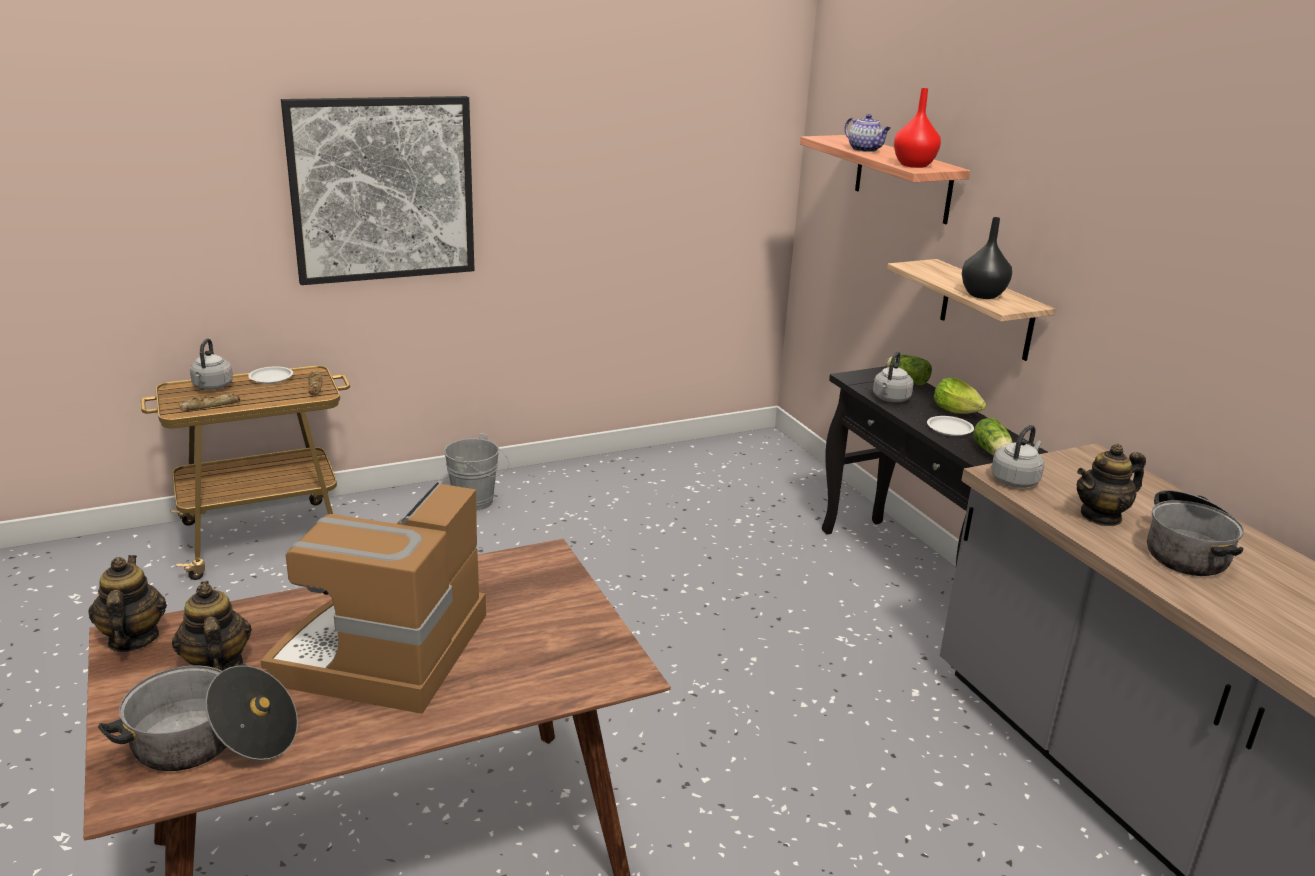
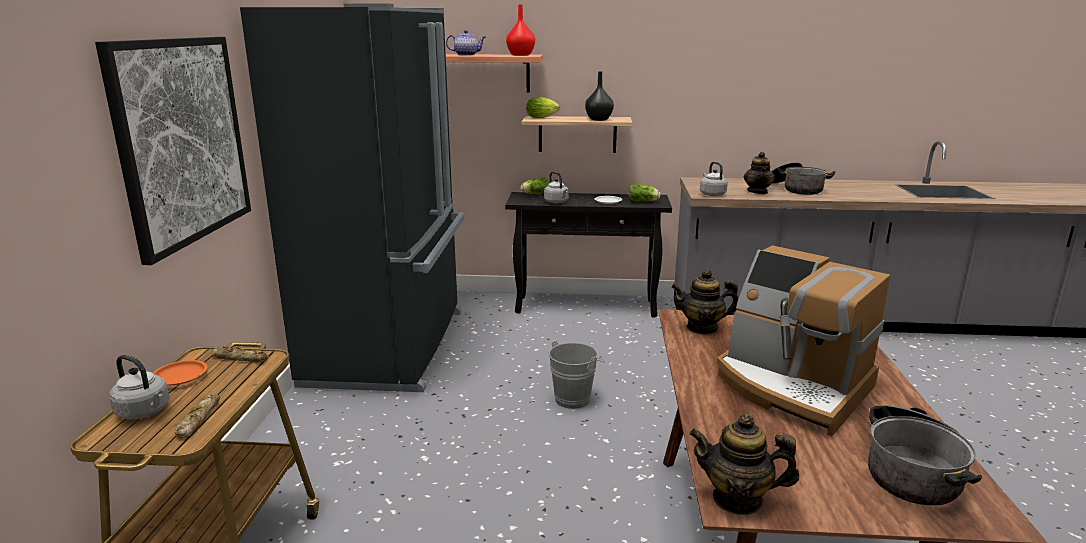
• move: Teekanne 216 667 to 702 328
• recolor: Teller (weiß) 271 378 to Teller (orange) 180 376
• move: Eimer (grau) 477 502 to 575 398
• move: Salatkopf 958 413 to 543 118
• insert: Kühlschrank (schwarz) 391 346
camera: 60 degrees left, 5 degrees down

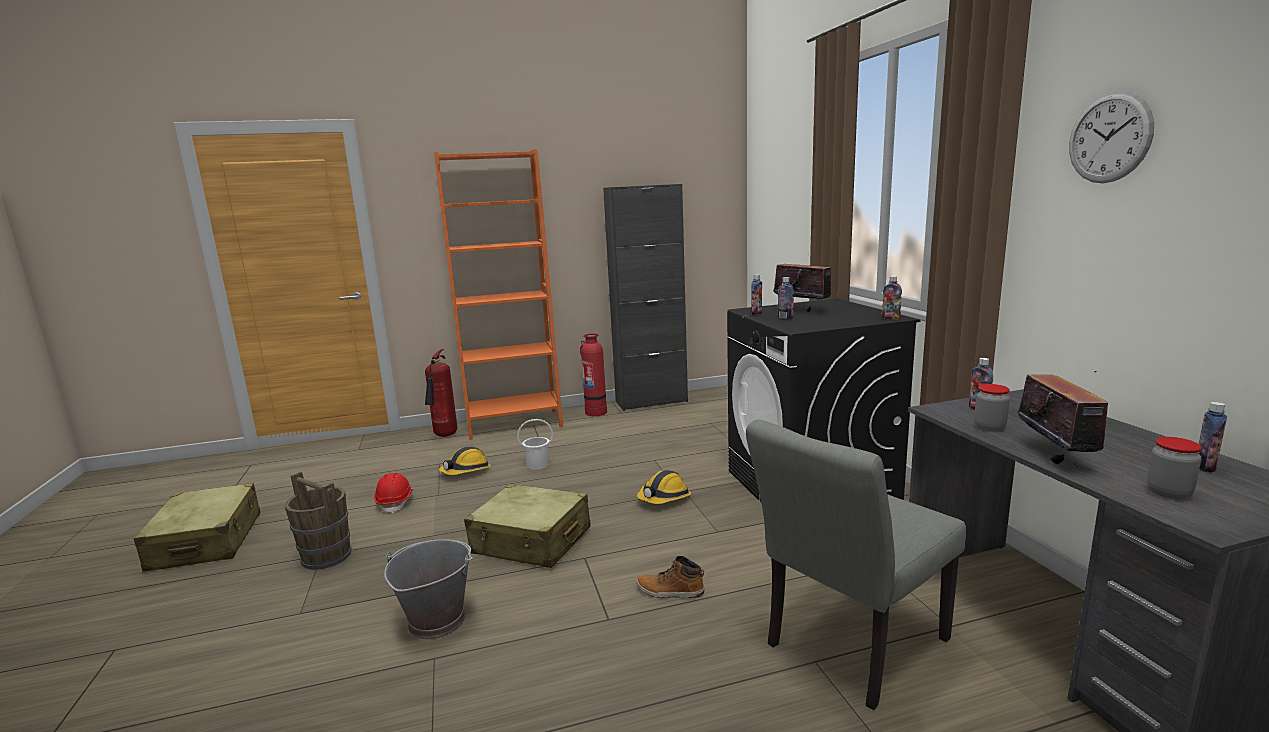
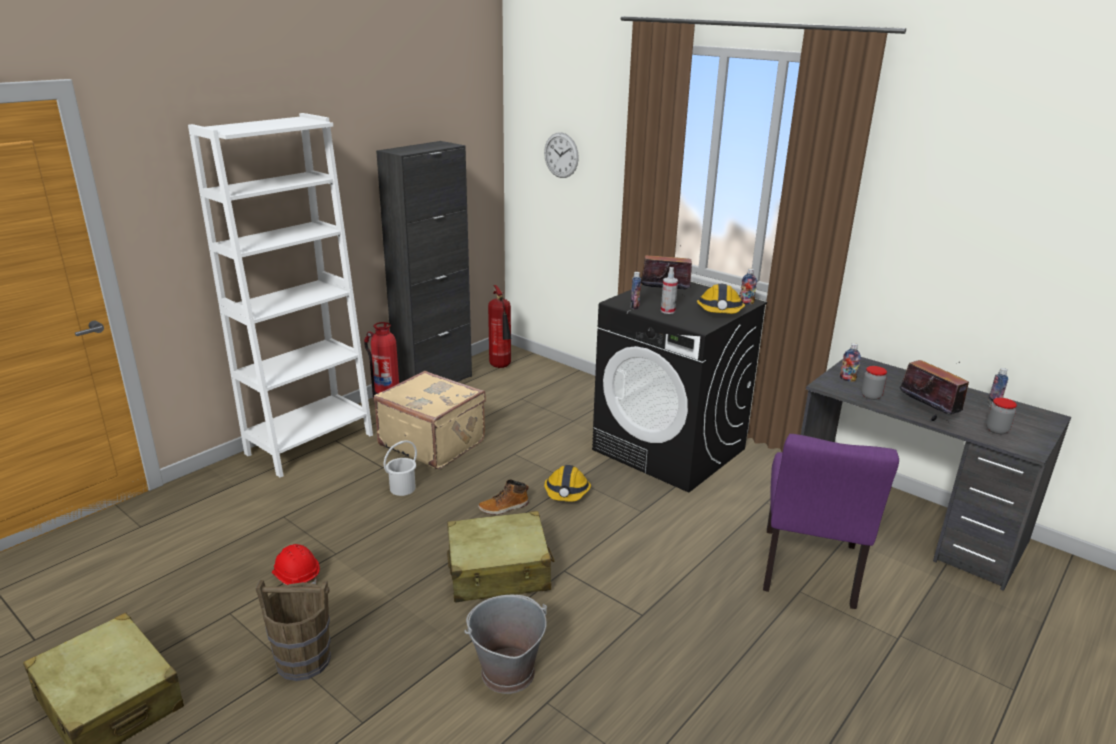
• move: Feuerlöscher 445 436 to 501 367
• recolor: Bücherregal (orange) 514 424 to Bücherregal (weiß) 310 444
• move: Schutzhelm 466 471 to 720 311
• move: Stiefel 670 591 to 504 507
• recolor: Stuhl (grau) 848 648 to Stuhl (lila) 808 574
• replace: Flasche 785 318 to Sprühflasche 667 311
• move: Wanduhr 1109 138 to 561 155
• insert: Koffer (beige) 433 442
camera: 35 degrees left, 10 degrees up

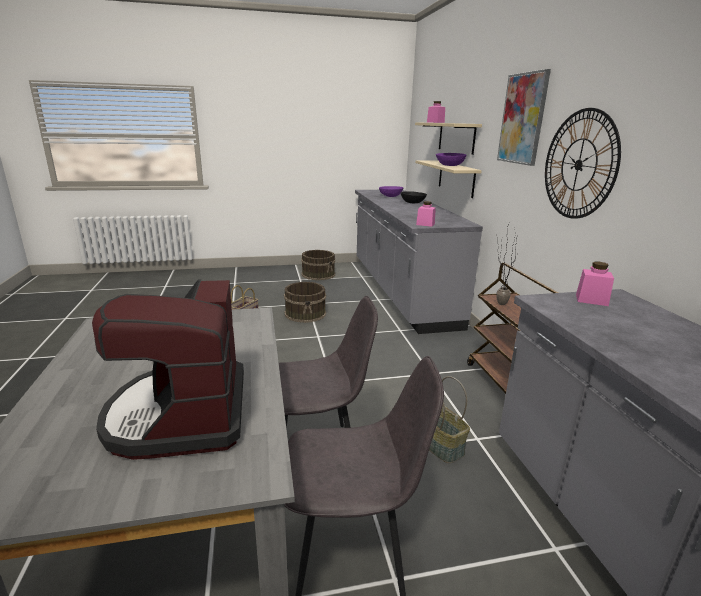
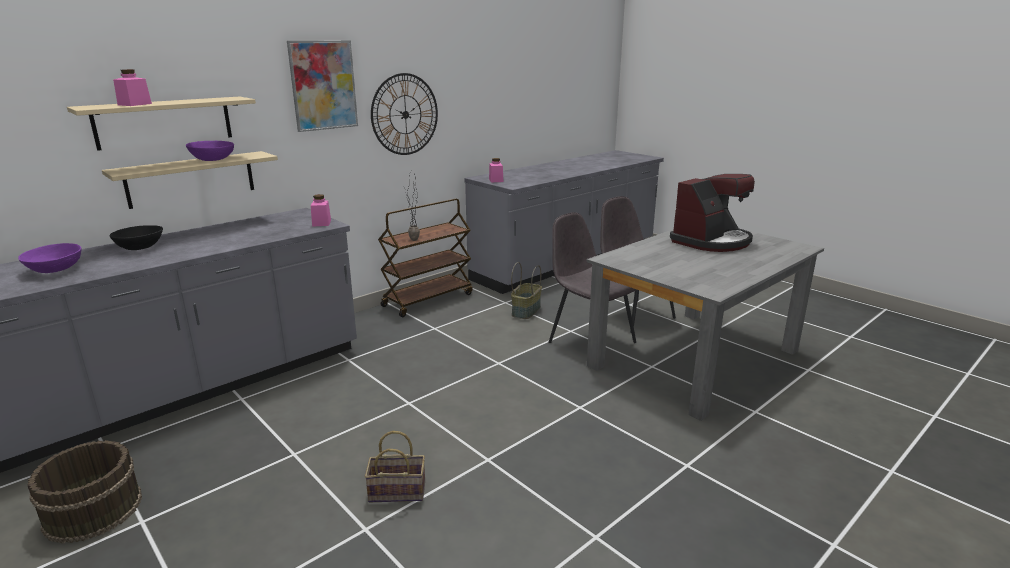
• delete: Eimer (braun) 305 313
camera: 120 degrees left, 0 degrees up

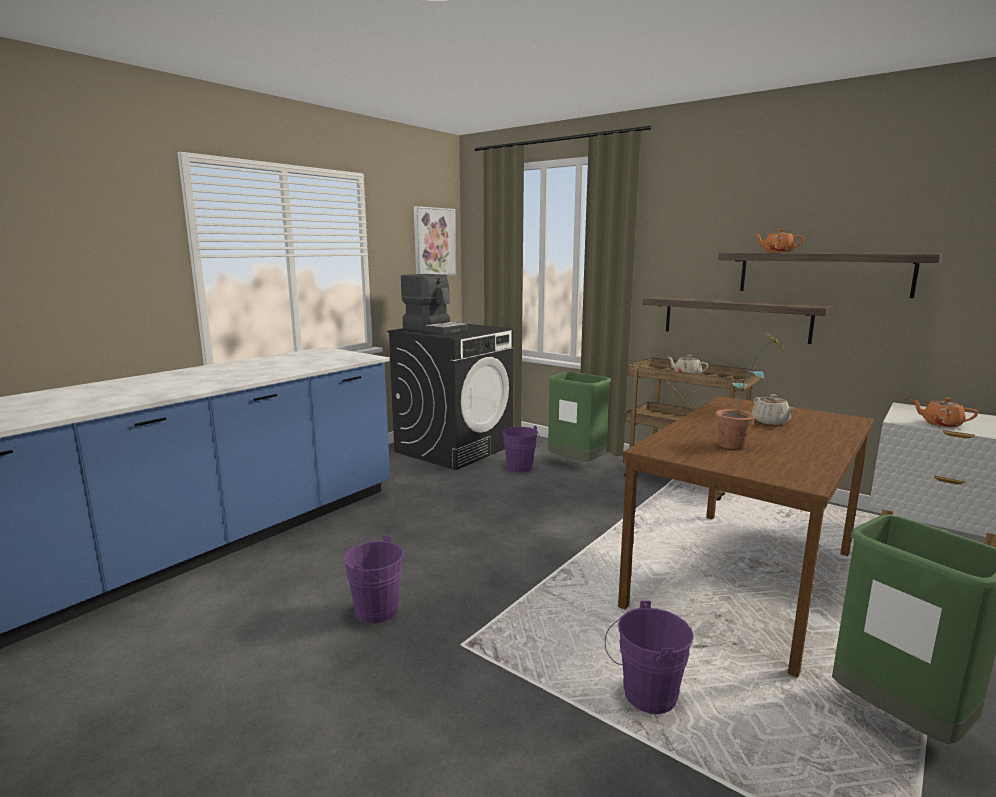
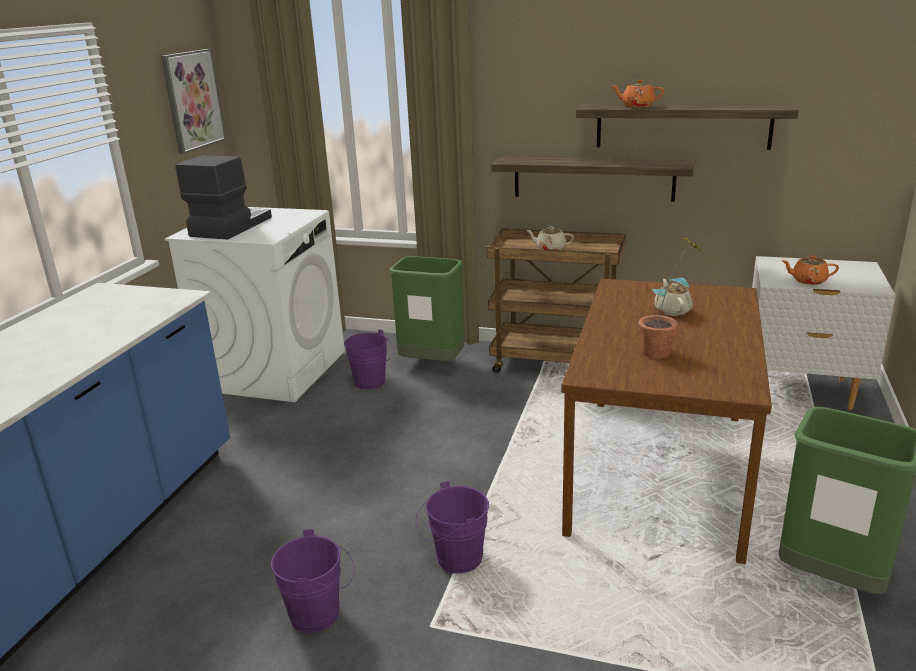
• recolor: Waschmaschine (schwarz) 454 448 to Waschmaschine (weiß) 275 370
• rotate: Kaffeemaschine 435 329 = 229 227 90 degrees counterclockwise
• move: Eimer (lila) 643 696 to 454 560
• rotate: Teekanne (beige) 771 422 = 672 311 150 degrees counterclockwise
camera: 20 degrees left, 10 degrees up

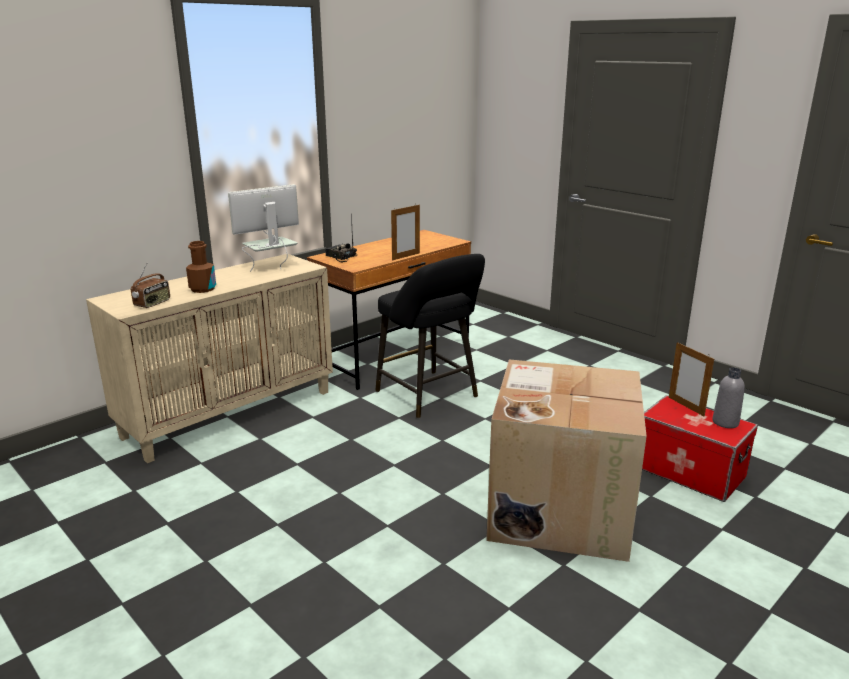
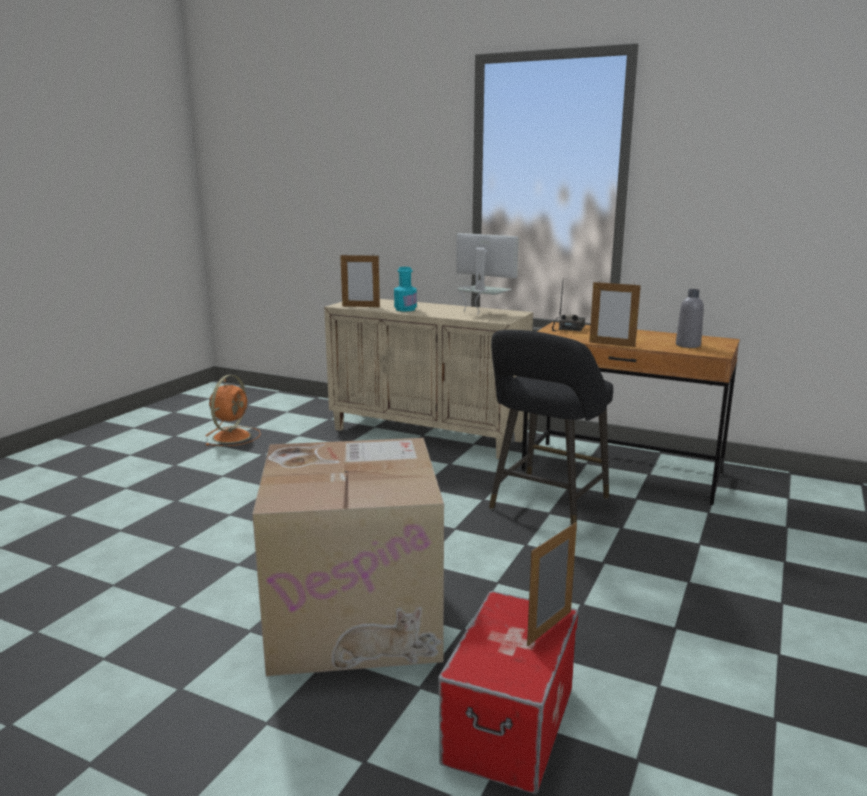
• replace: Radio 153 303 to Bilderrahmen 361 306
• recolor: Flasche (braun) 202 289 to Flasche (türkis) 405 309
• move: Flasche (grau) 725 422 to 688 345
• insert: Ventilator (orange) 233 436
camera: 70 degrees right, 5 degrees down

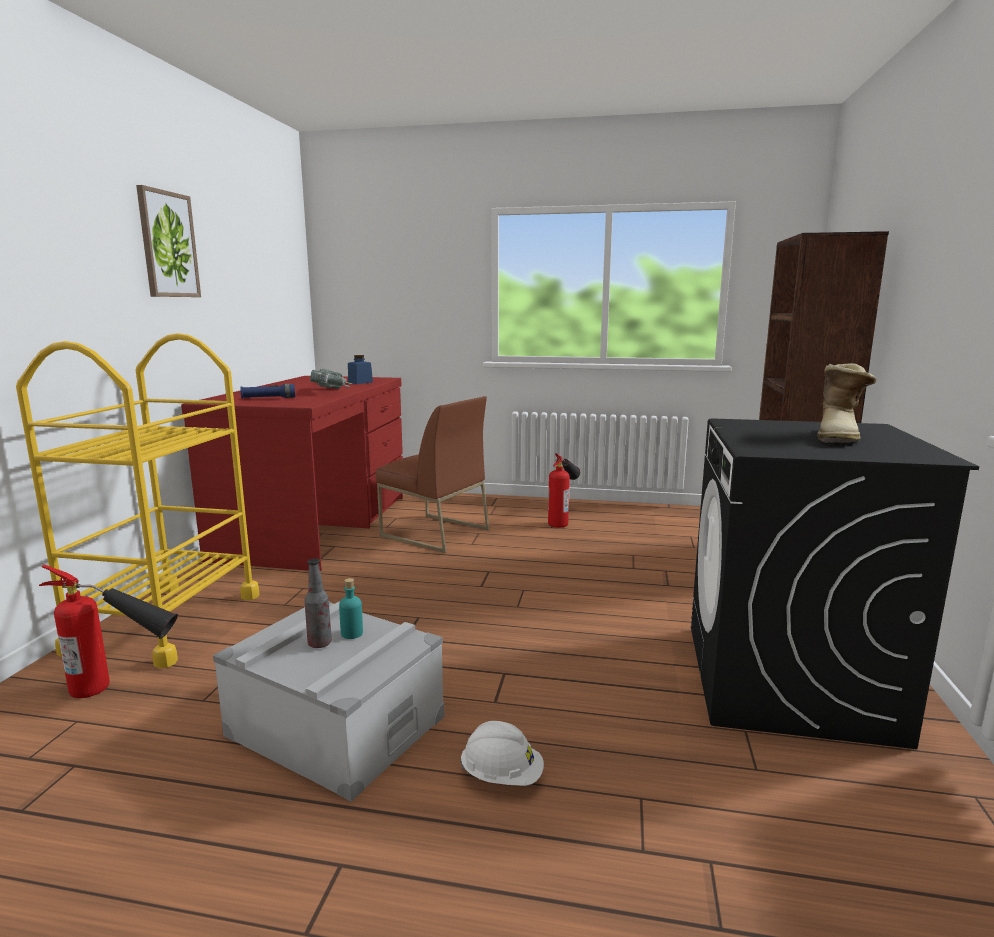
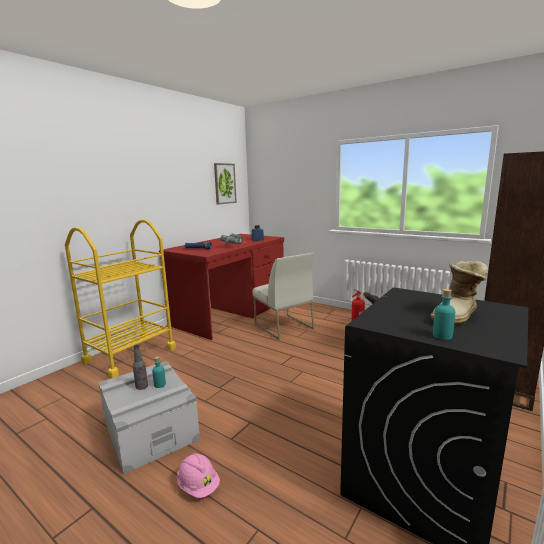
• delete: Feuerlöscher 122 689
• move: Bild 168 245 to 224 183
• recolor: Stuhl (braun) 434 533 to Stuhl (weiß) 283 326
• recolor: Schutzhelm (weiß) 502 776 to Schutzhelm (rosa) 198 486
• insert: Flasche (türkis) 442 336
camera: 25 degrees right, 0 degrees up

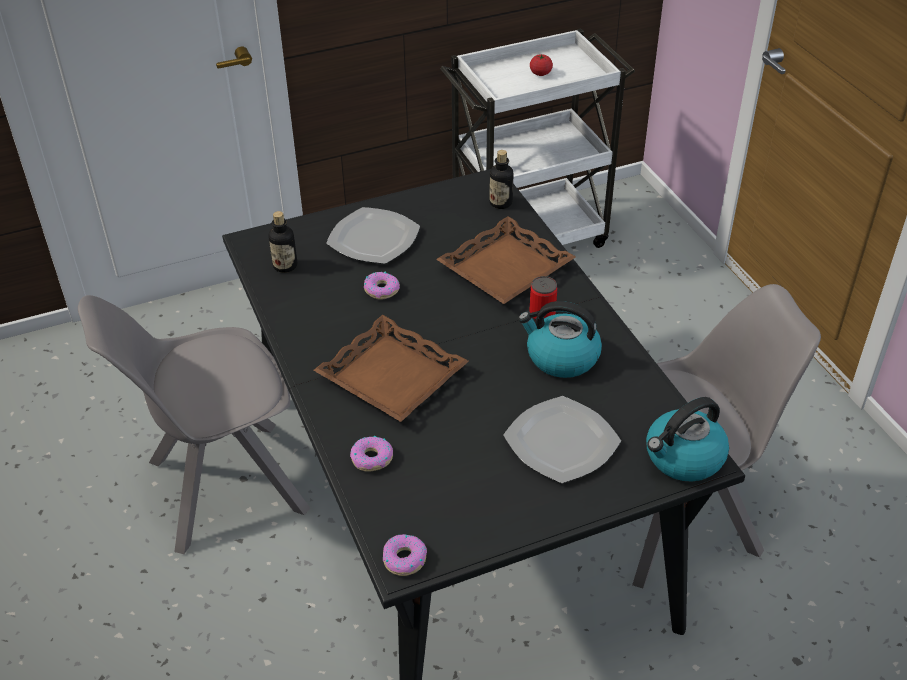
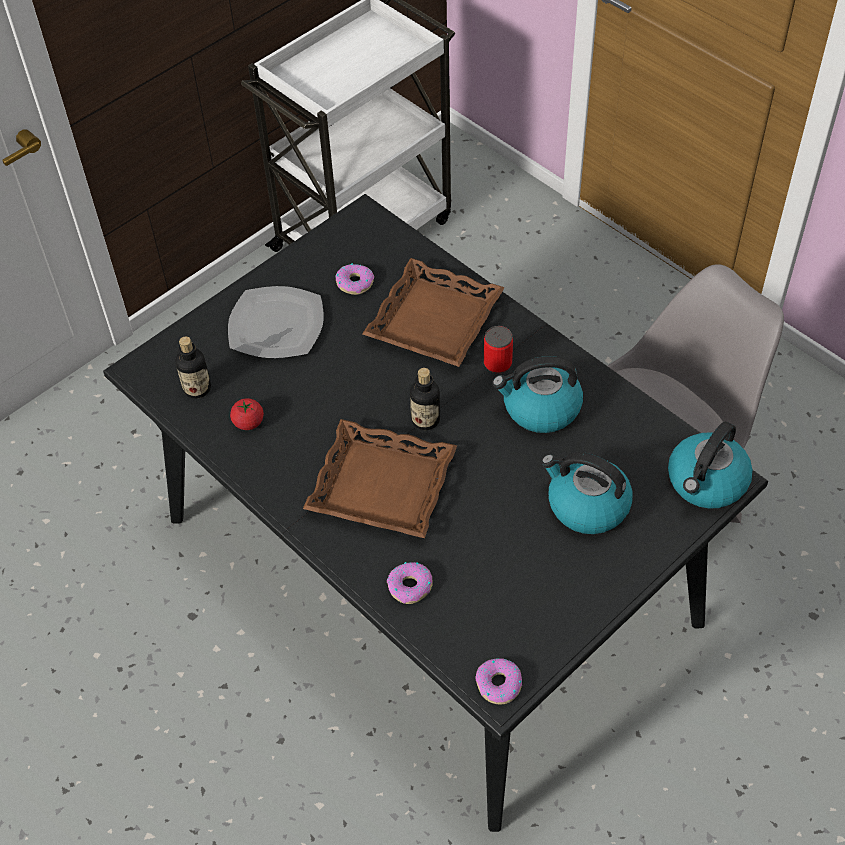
• delete: Stuhl (grau) 222 487
• move: Donut 381 290 to 355 283
• move: Flasche 500 203 to 425 420
• replace: Teller 561 443 to Wasserkessel 586 505
• move: Tomate 540 73 to 248 422
camera: 20 degrees left, 10 degrees up

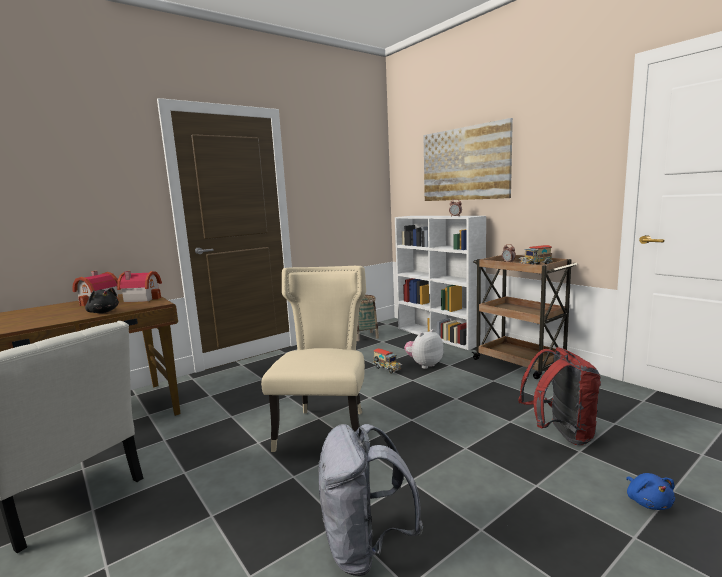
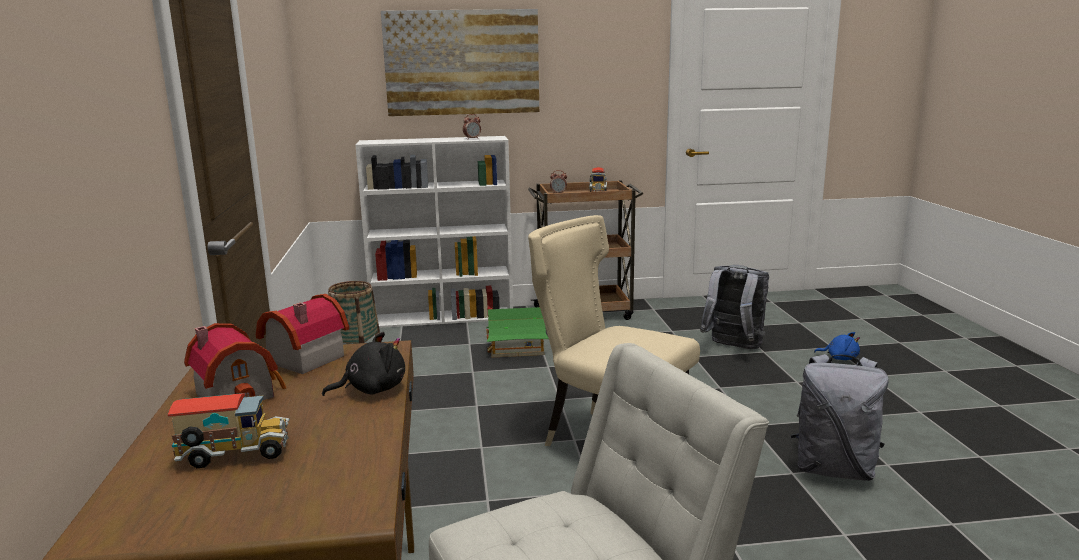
• move: Spielzeuglaster 387 369 to 235 456
• replace: Plüschtier 424 365 to Spielzeughaus 516 349
• recolor: Rucksack (rot) 560 434 to Rucksack (grau) 733 348
camera: 60 degrees left, 5 degrees up

